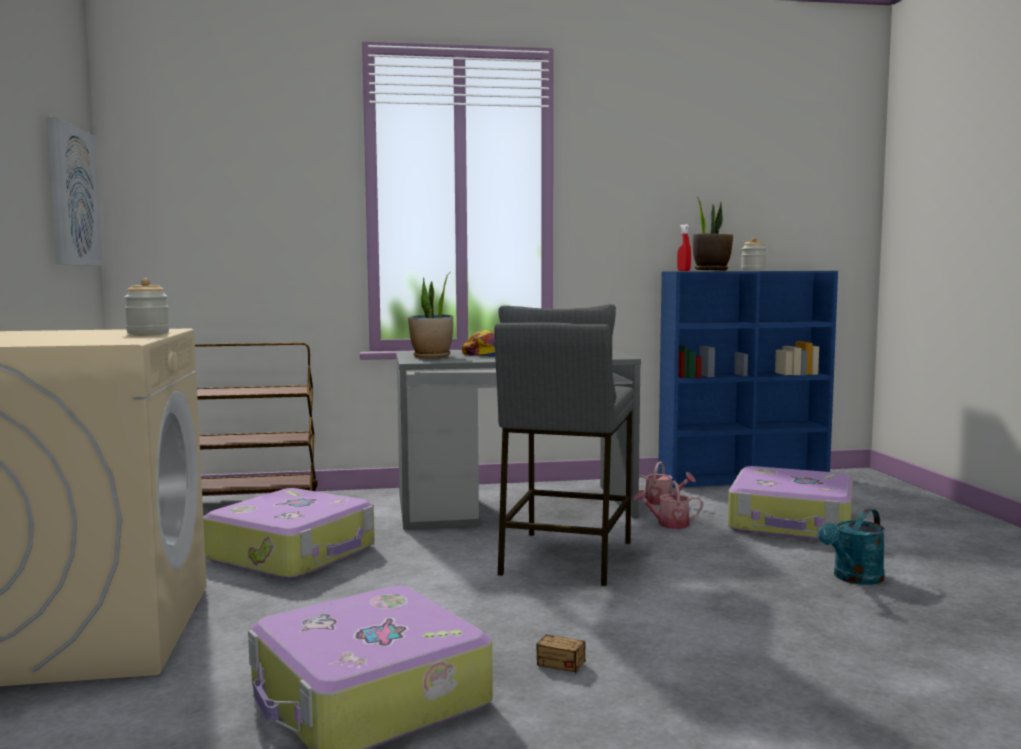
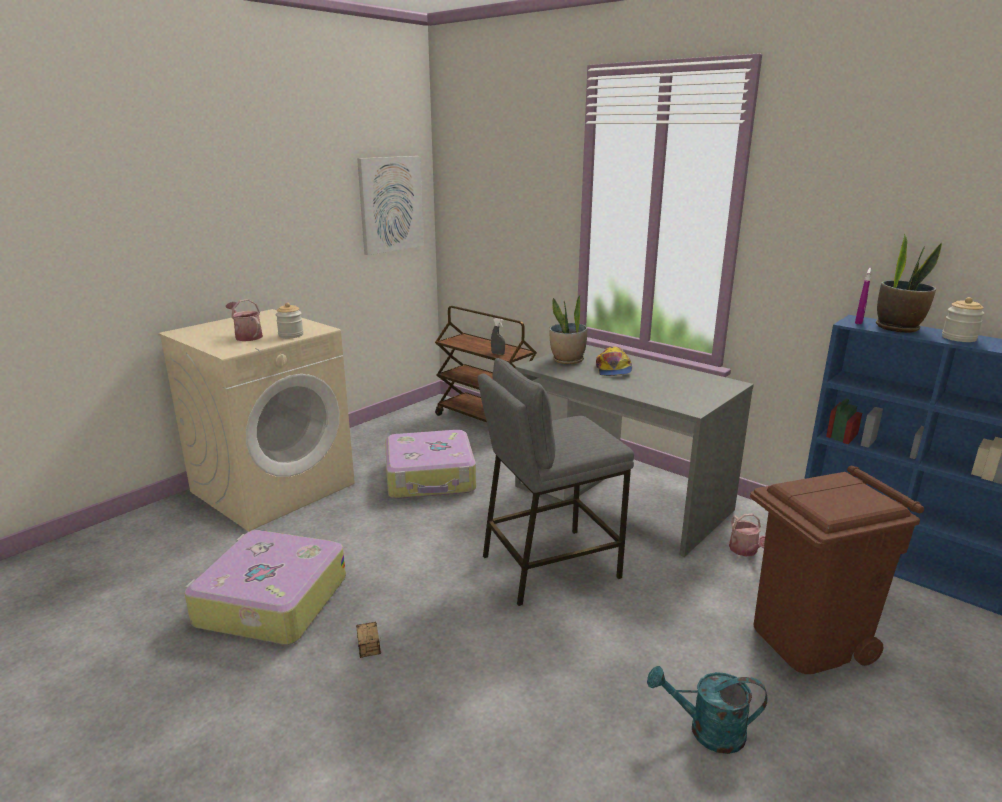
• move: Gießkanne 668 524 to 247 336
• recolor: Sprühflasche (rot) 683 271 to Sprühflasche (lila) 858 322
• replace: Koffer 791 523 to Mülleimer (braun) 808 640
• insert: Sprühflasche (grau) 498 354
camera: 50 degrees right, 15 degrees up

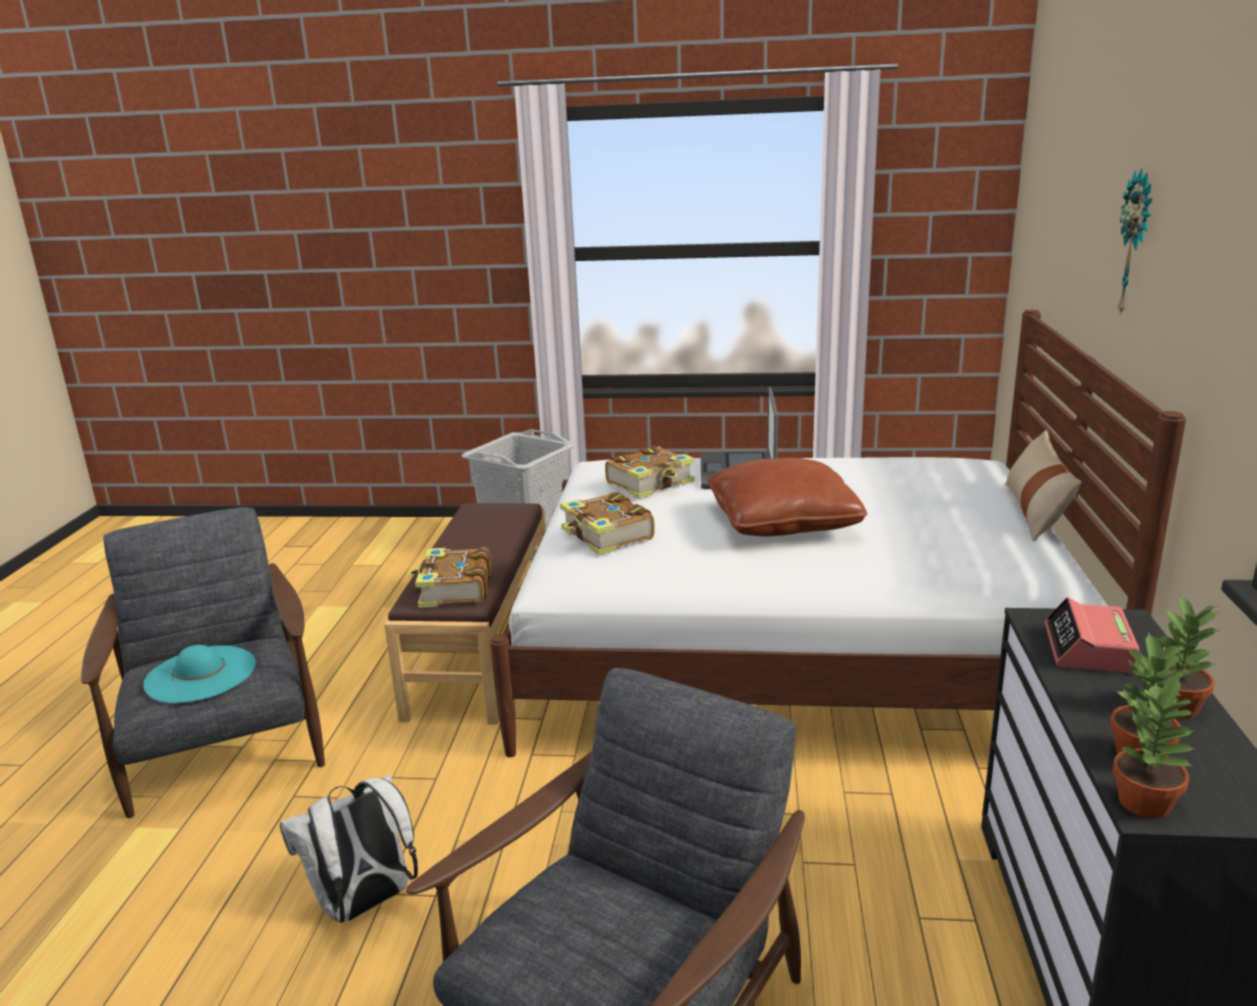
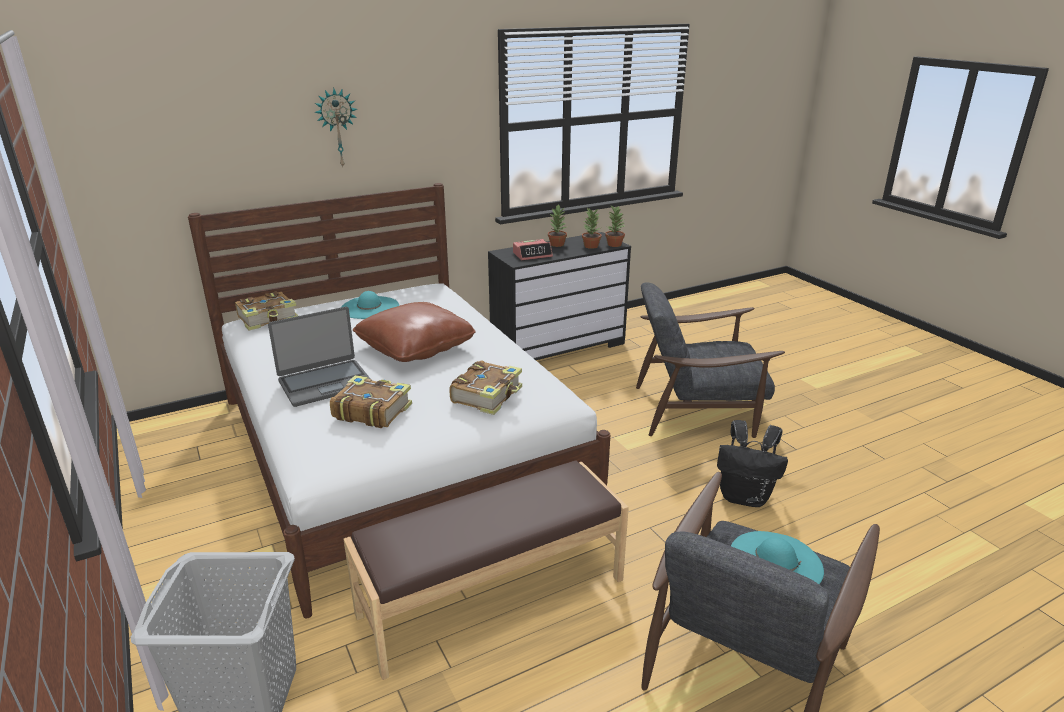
• recolor: Rucksack (weiß) 364 905 to Rucksack (schwarz) 745 497
• move: Buch 454 590 to 268 318
• delete: Kissen (beige) 1036 512
• insert: Hut (türkis) 369 307
camera: 125 degrees left, 5 degrees up

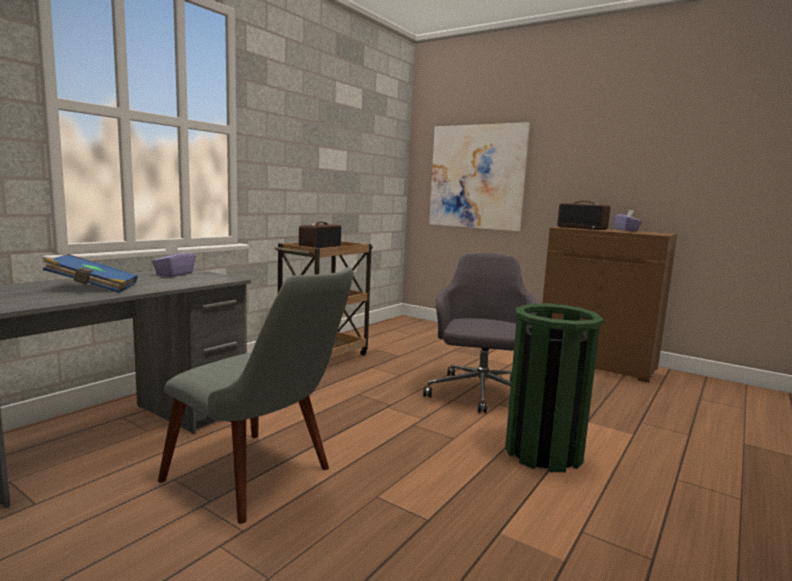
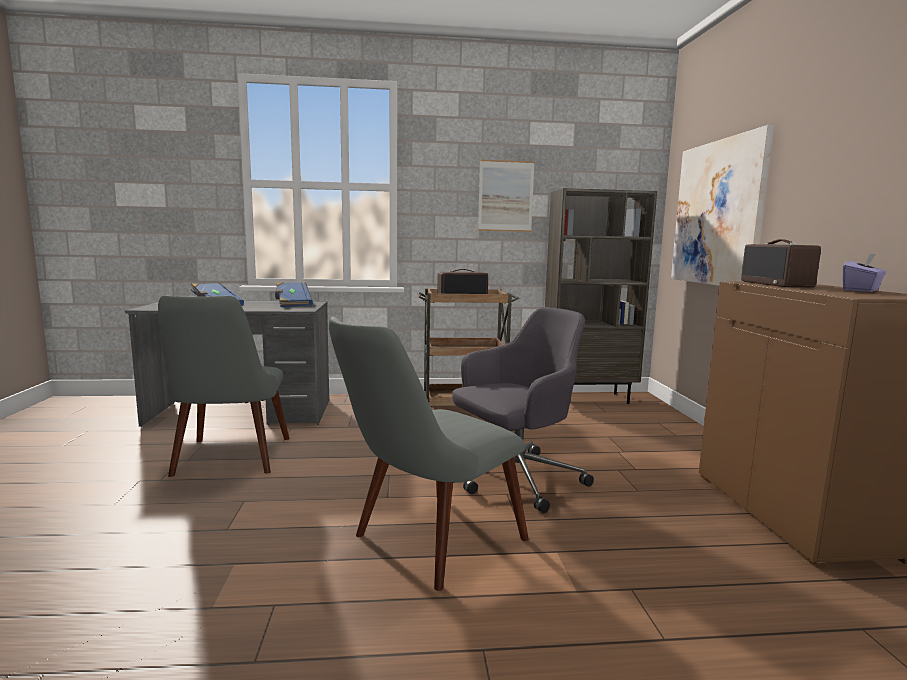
• replace: Taschentuchbox (lila) 174 274 to Buch (blau) 292 304
• replace: Mülleimer (grün) 543 452 to Stuhl (grau) 425 545
• insert: Bild 505 196
• insert: Bücherregal (braun) 588 398
camera: 50 degrees right, 0 degrees up

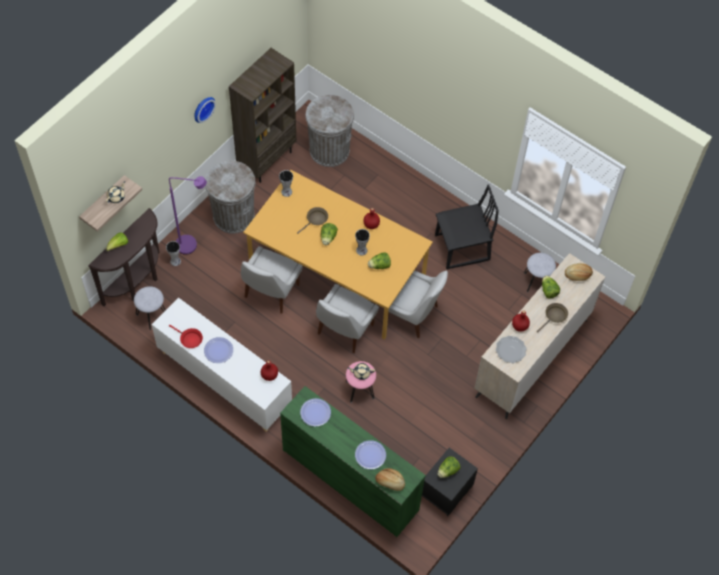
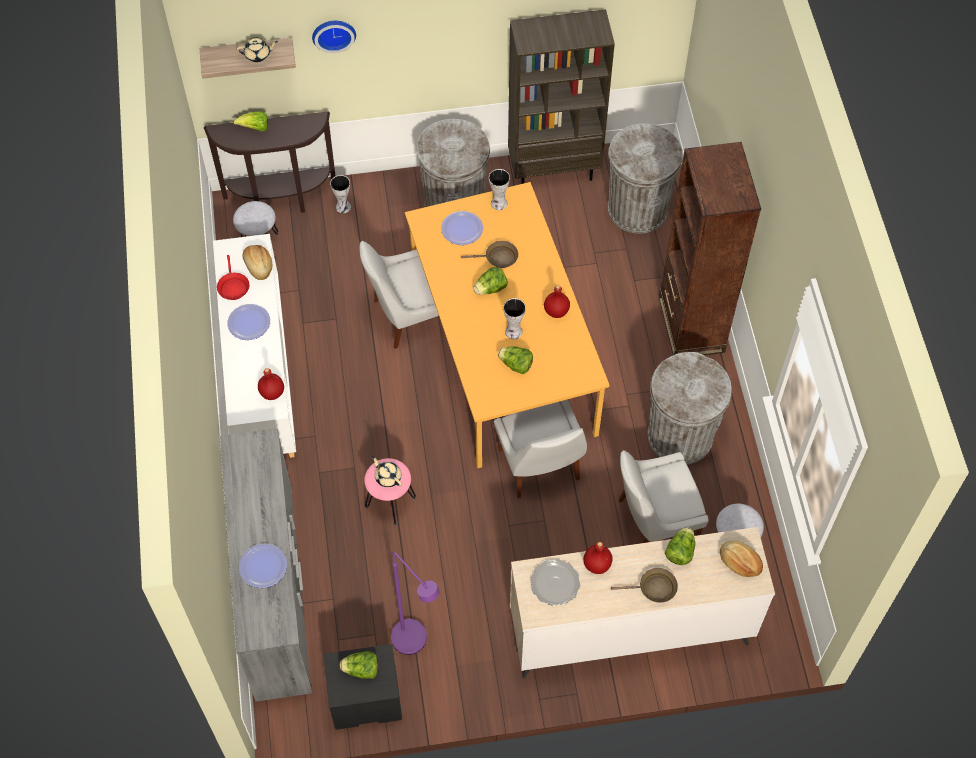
• move: Stehlampe (lila) 192 246 to 415 645
• move: Wanduhr 202 108 to 333 33
• recolor: Kommode (grün) 350 479 to Kommode (grau) 276 592
• move: Teller 315 412 to 462 229
• move: Stuhl (weiß) 344 331 to 653 521
• move: Brot 390 482 to 258 266
• replace: Stuhl (schwarz) 462 248 to Mülleimer (grau) 680 436
• insert: Bücherregal (braun) 691 324
camera: 45 degrees right, 0 degrees up

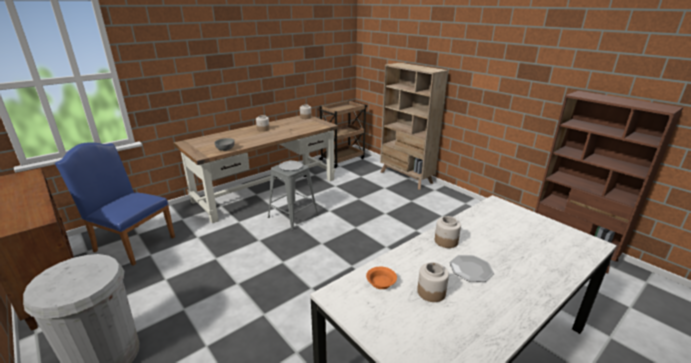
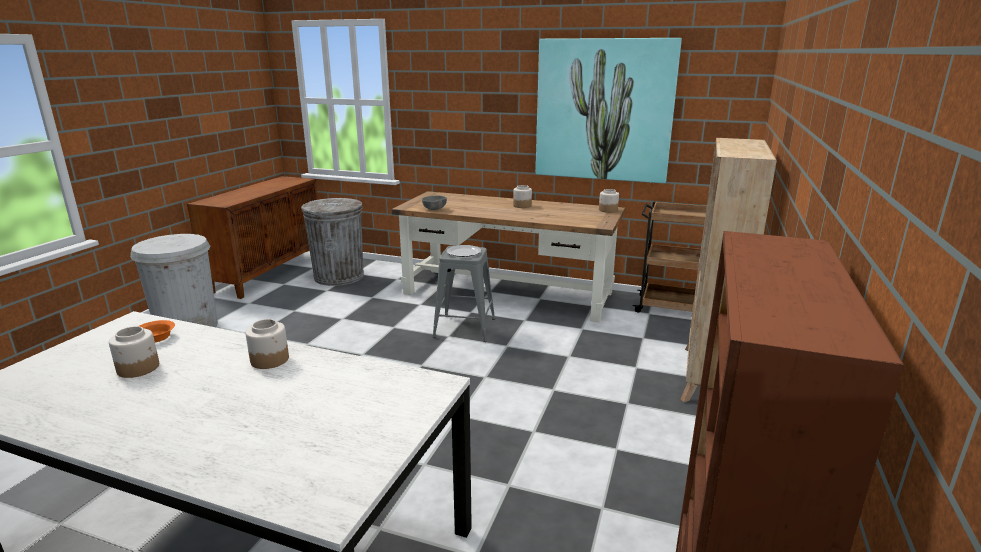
• replace: Stuhl (blau) 131 242 to Mülleimer (grau) 339 276
• delete: Teller 471 269
• insert: Bild 604 110
camera: 60 degrees right, 5 degrees down

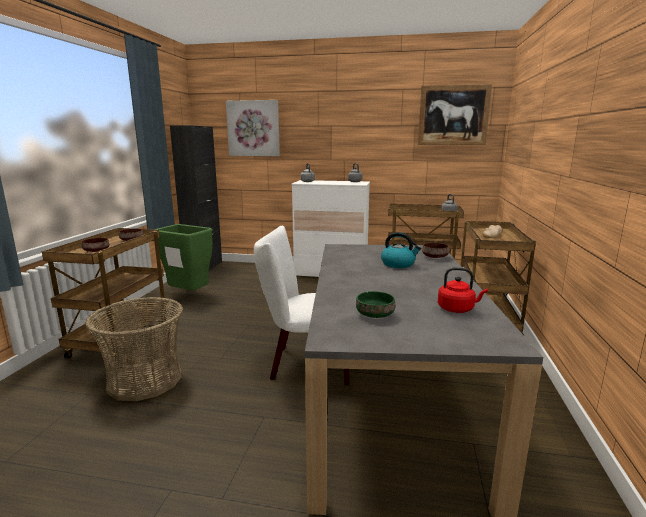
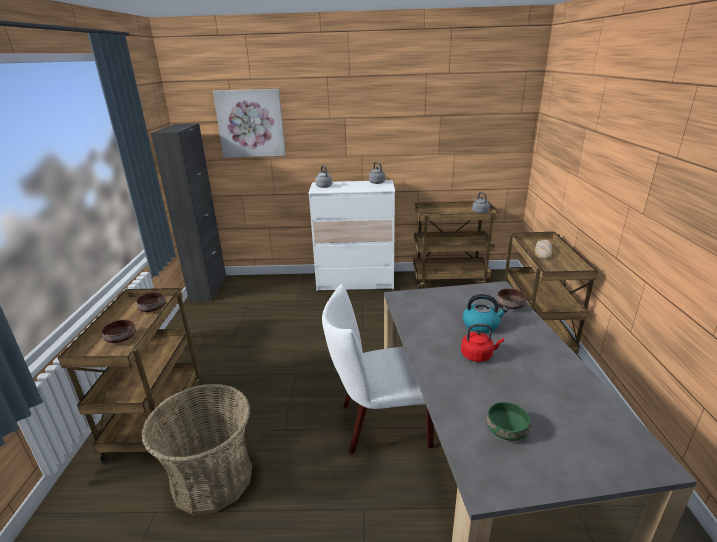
• delete: Mülleimer (grün) 188 295
• delete: Bild 453 115
• move: Wasserkessel (rot) 457 309 to 478 355
camera: 10 degrees left, 10 degrees up

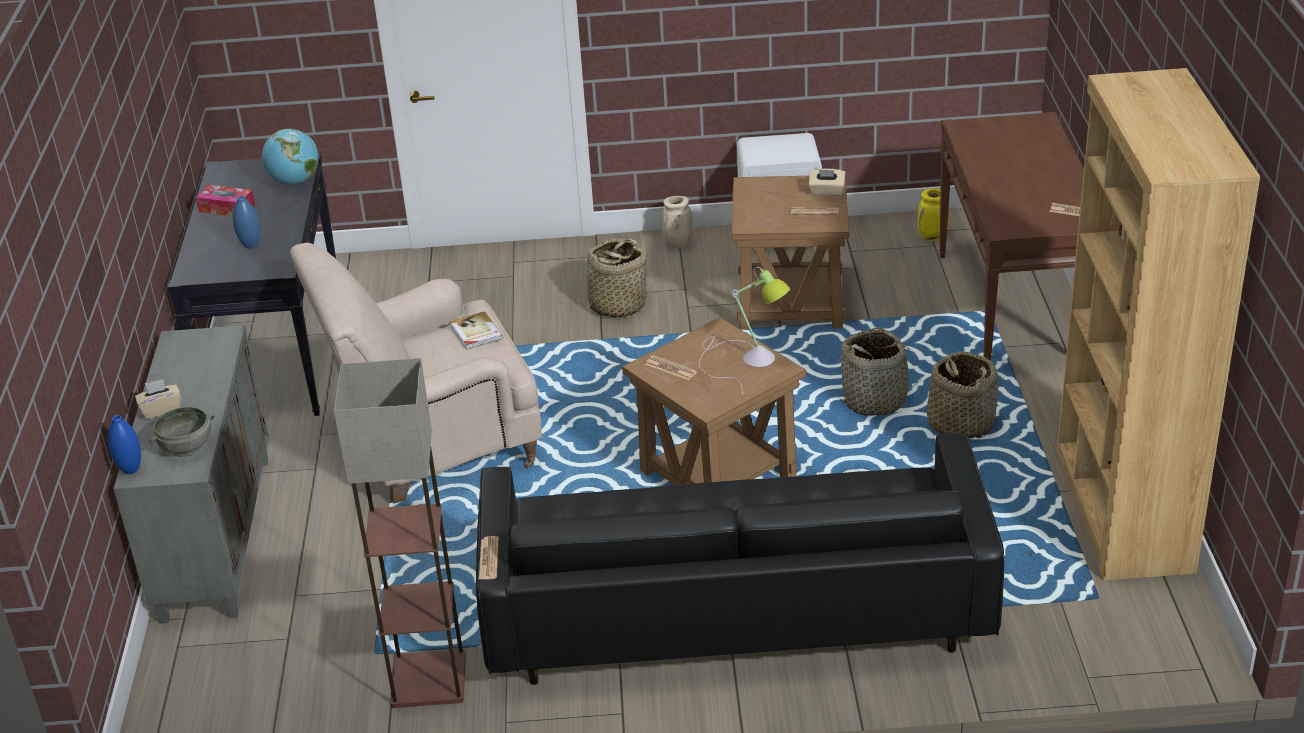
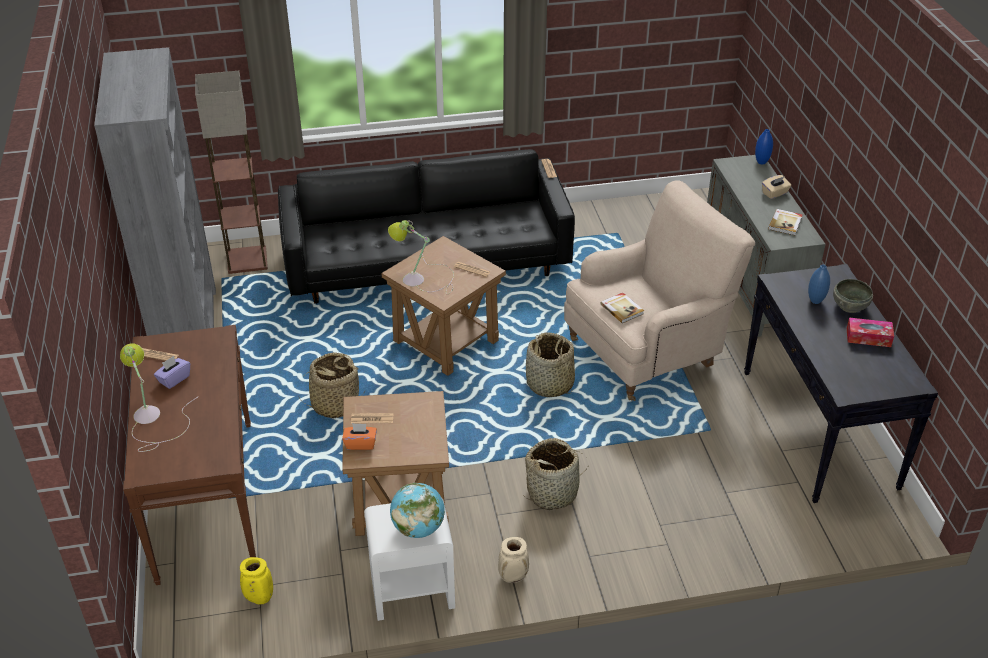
• move: Schüssel (grau) 186 447 to 849 306
• move: Globus 294 182 to 418 528
• move: Stehlampe 427 681 to 248 259
• recolor: Taschentuchbox (beige) 826 192 to Taschentuchbox (orange) 360 444
• move: Korb 960 423 to 550 384
• recolor: Bücherregal (braun) 1121 510 to Bücherregal (grau) 187 330
• insert: Tischlampe 153 419
• insert: Taschentuchbox (lila) 174 379
• insert: Buch 785 223
camera: 170 degrees right, 5 degrees up

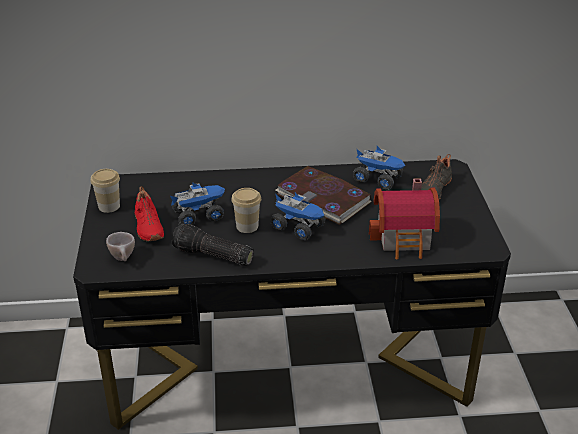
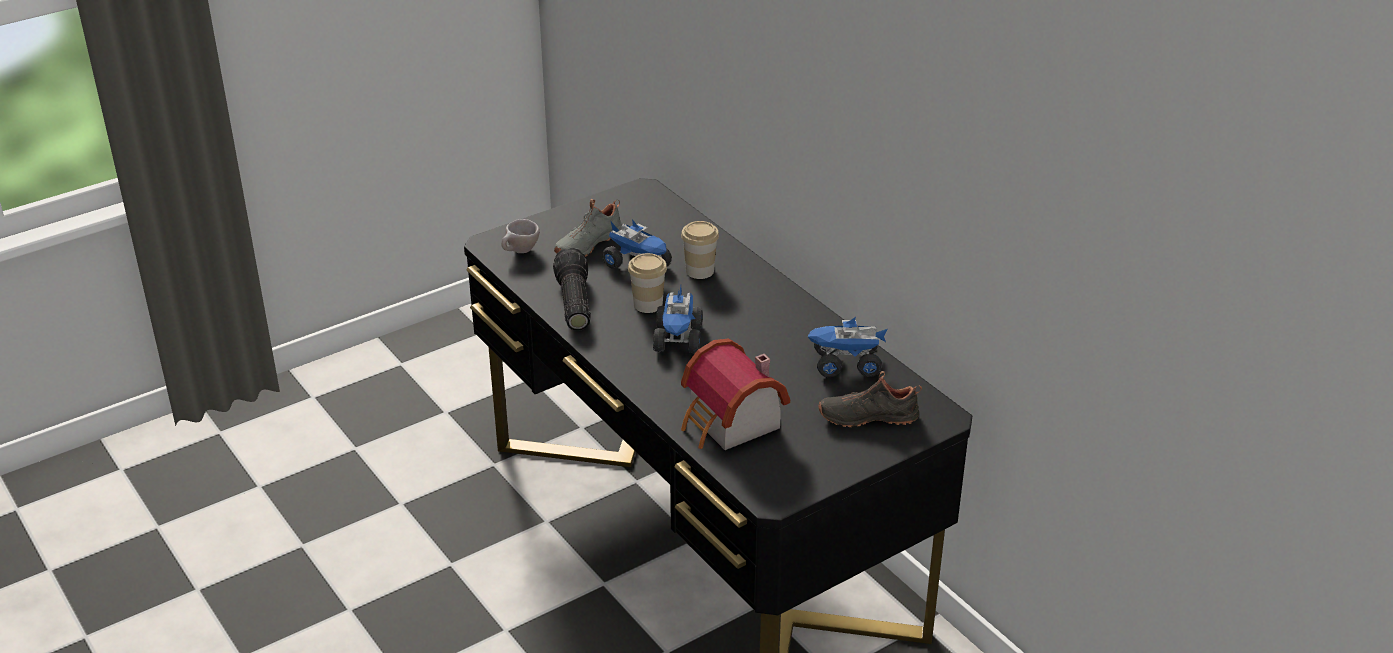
• move: Tasse 109 206 to 699 271
• recolor: Schuh (rot) 147 227 to Schuh (grau) 587 244
• delete: Buch 323 198
• rotate: Spielzeuglaster 378 179 = 845 365 90 degrees clockwise
camera: 60 degrees right, 0 degrees up

